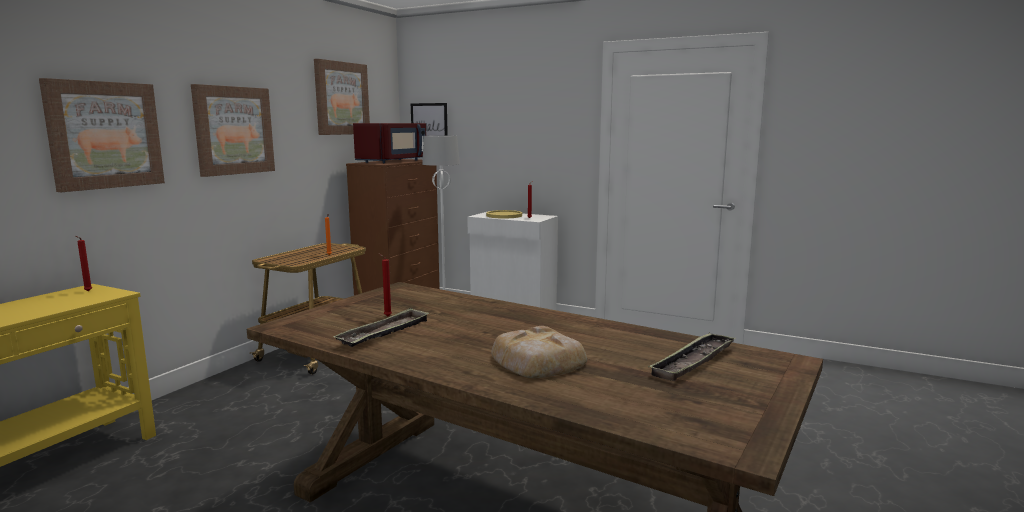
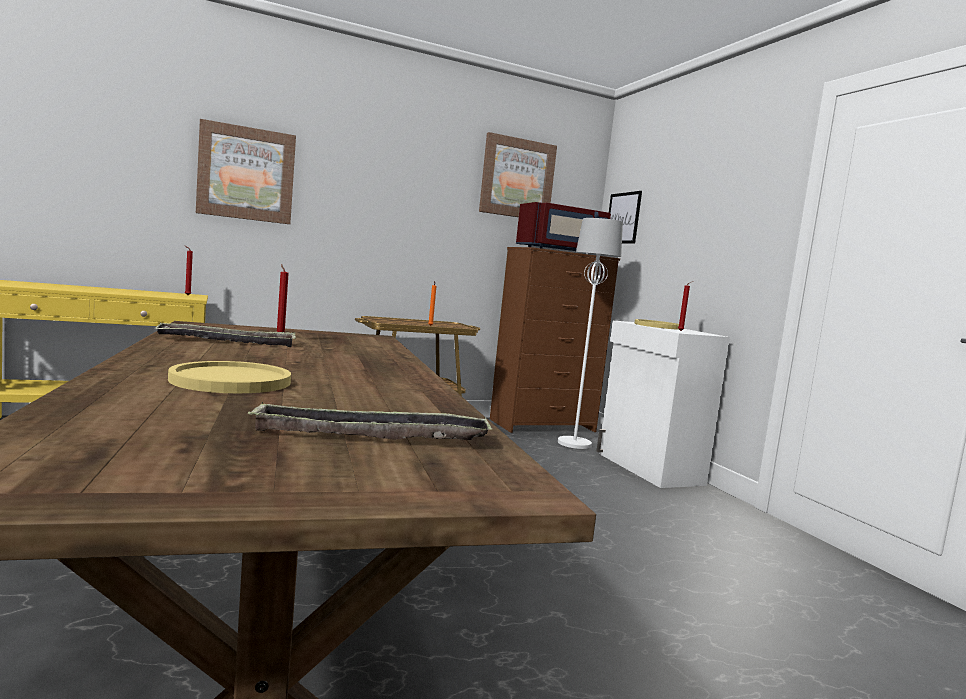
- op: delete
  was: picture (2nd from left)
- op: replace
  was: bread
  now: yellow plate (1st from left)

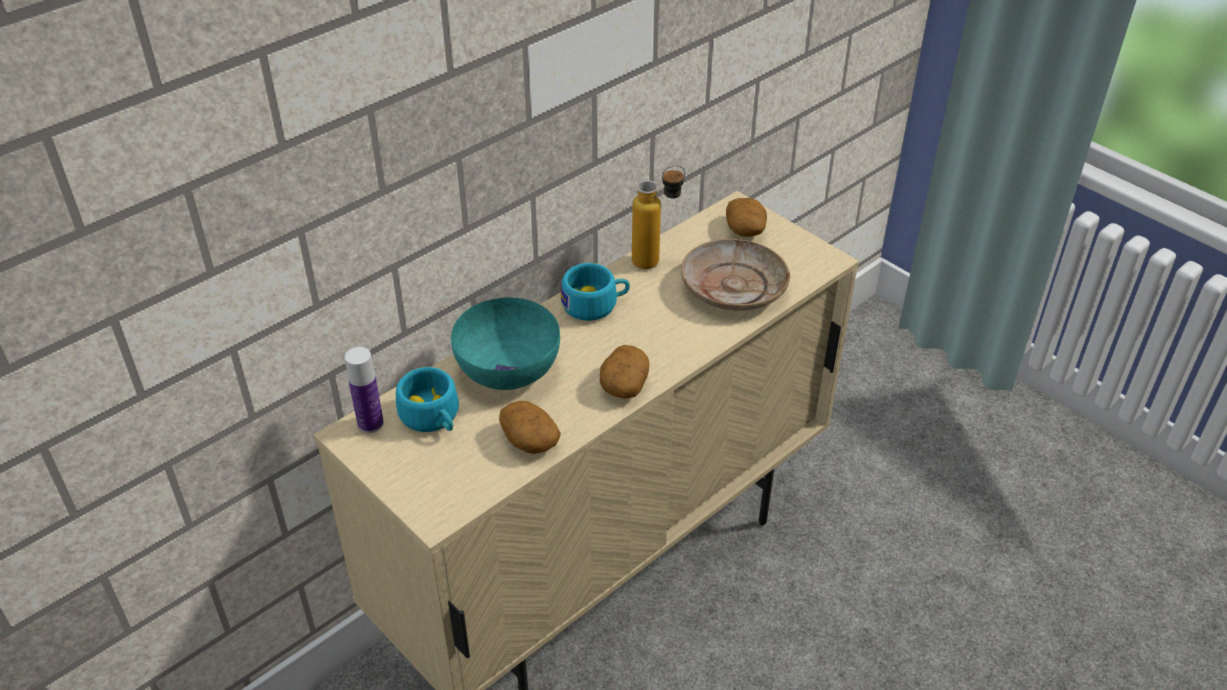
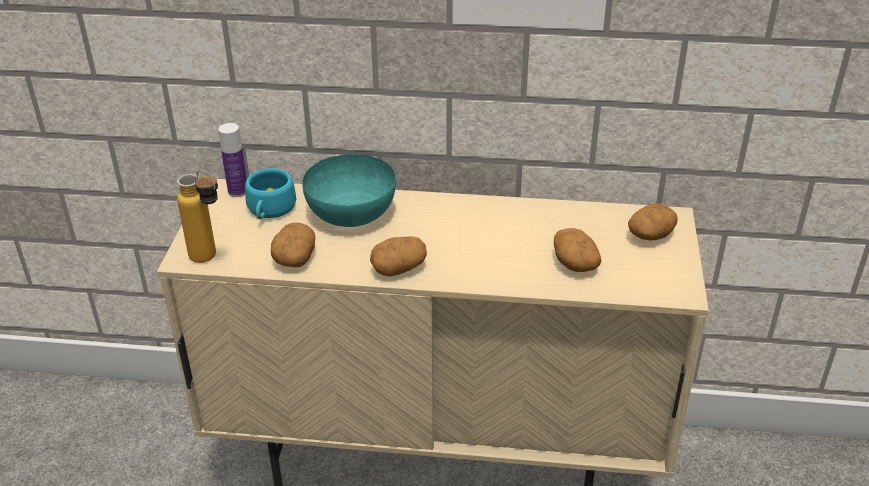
- op: move
  was: bottle (2nd from left in the first image)
  now: bottle (1st from left)
- op: replace
  was: beige plate
  now: potato (3rd from left)
- op: delete
  was: turquoise cup (2nd from left)

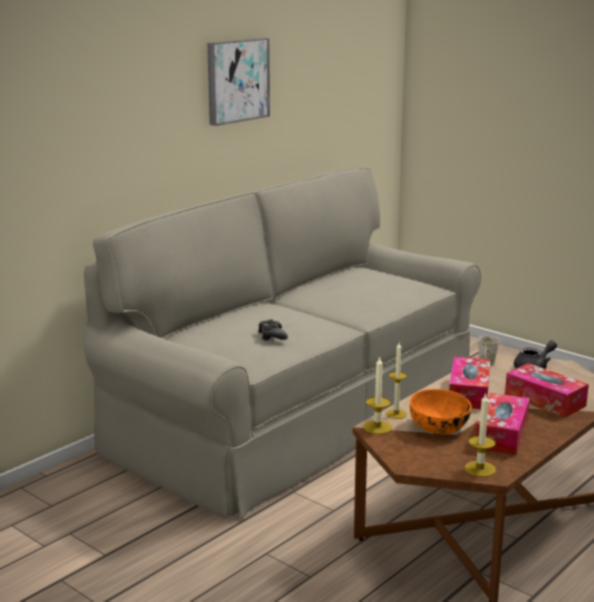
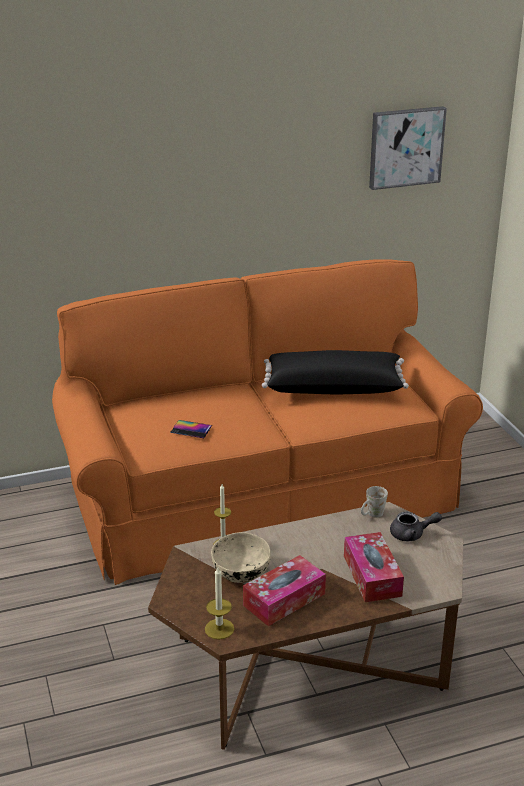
- op: move
  was: picture
- op: recolor
  was: grey sofa
  now: orange sofa
- op: replace
  was: black game controller
  now: phone
- op: delete
  was: candle (1st from left)
- op: delete
  was: tissue box (1st from left)
- op: recolor
  was: orange bowl
  now: beige bowl
- op: insert
  now: black pillow

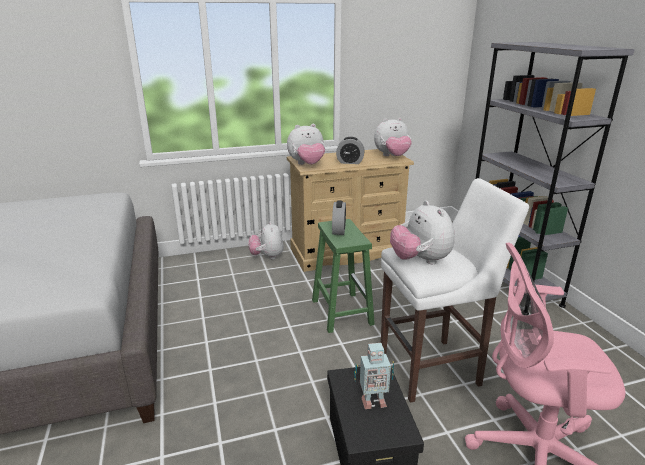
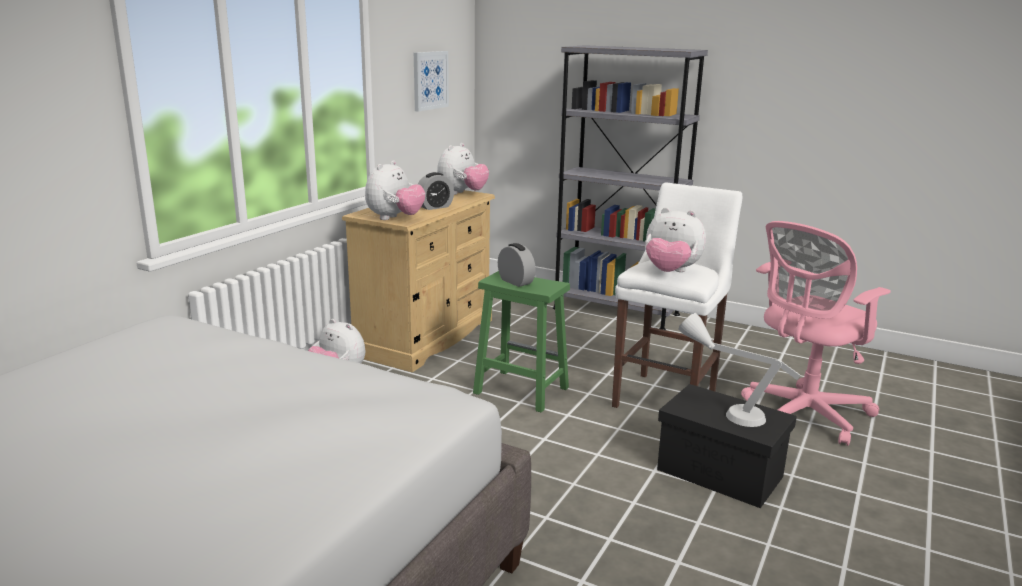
- op: replace
  was: toy robot
  now: grey table lamp
- op: insert
  now: picture

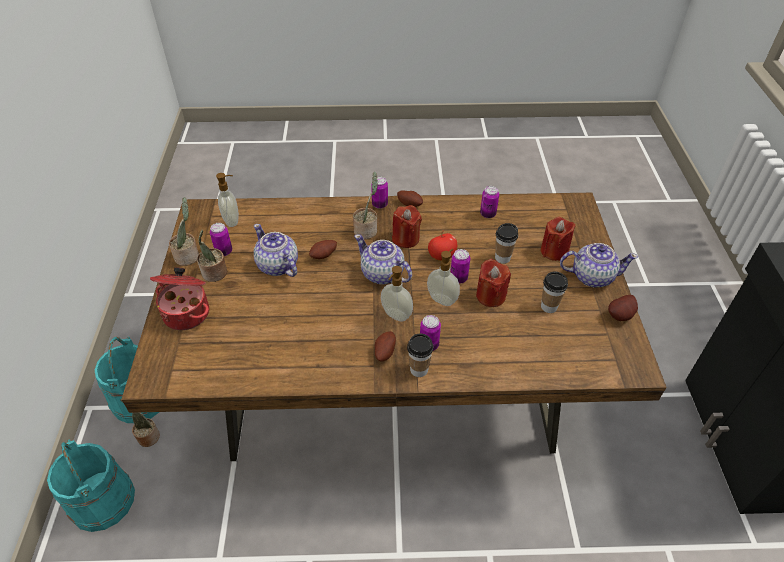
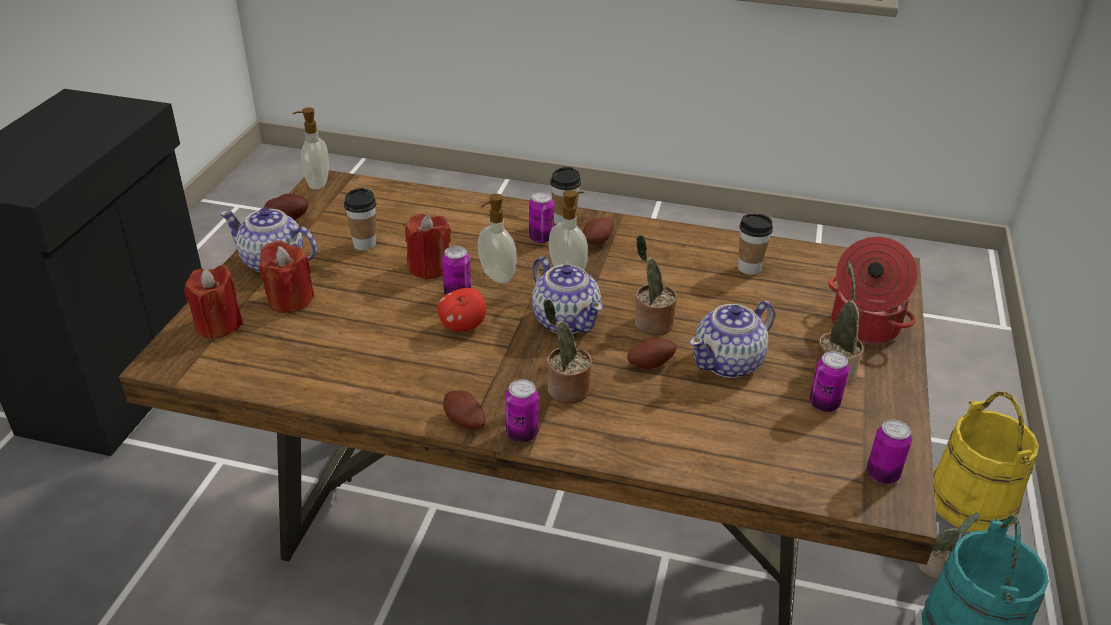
- op: move
  was: soap dispenser (1st from left)
- op: move
  was: can (5th from left)
- op: move
  was: potted plant (2nd from left)
- op: move
  was: red candle (1st from left)
- op: move
  was: cup (2nd from left in the first image)
  now: cup (3rd from left)
- op: rotate
  was: teapot (1st from left in the first image)
  clockwise: 75
- op: recolor
  was: turquoise bucket (1st from left)
  now: yellow bucket

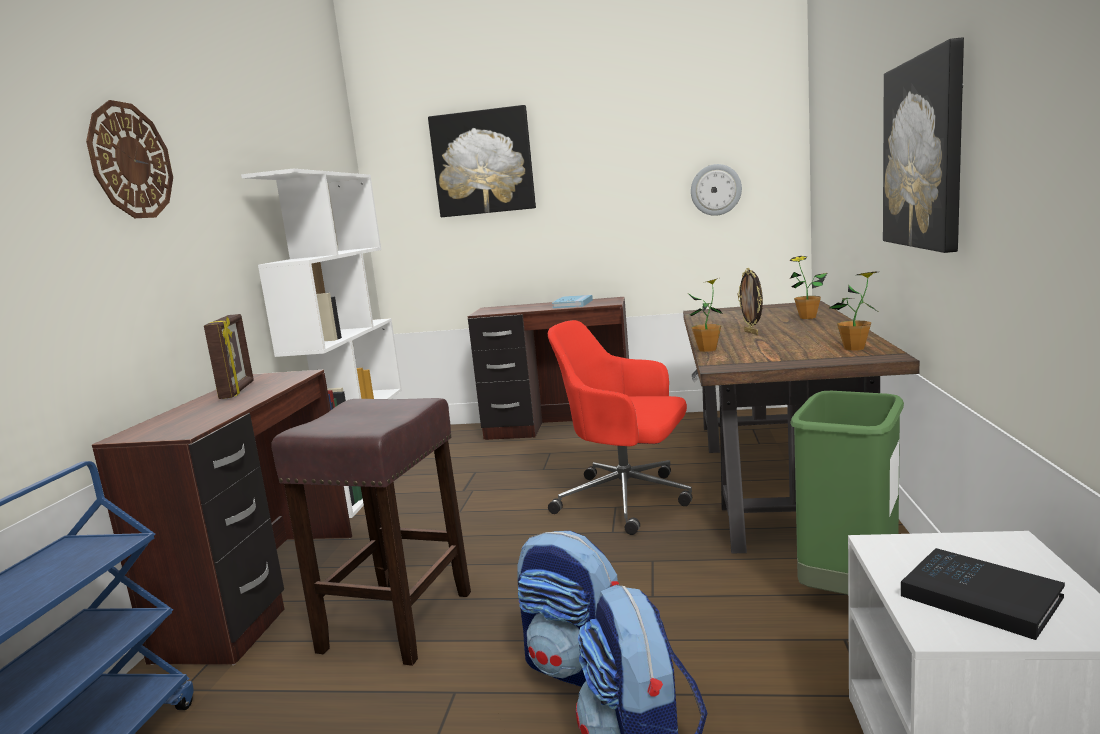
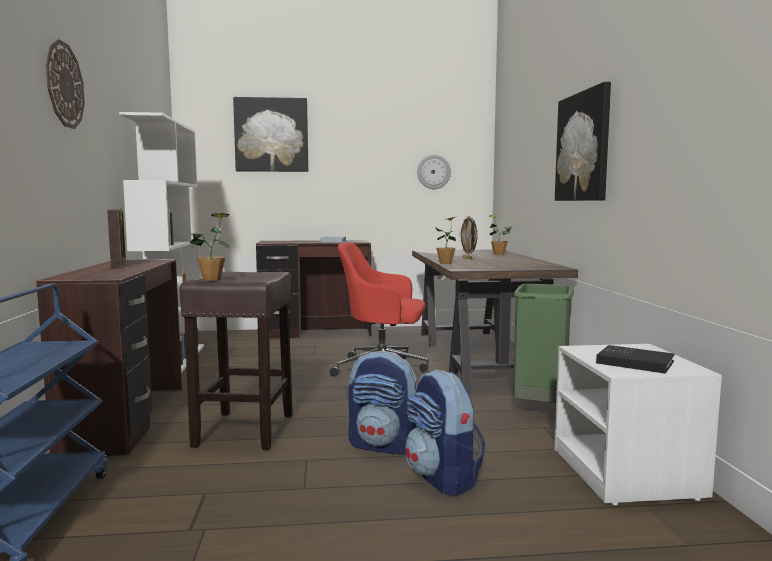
- op: move
  was: potted plant (3rd from left in the first image)
  now: potted plant (1st from left)

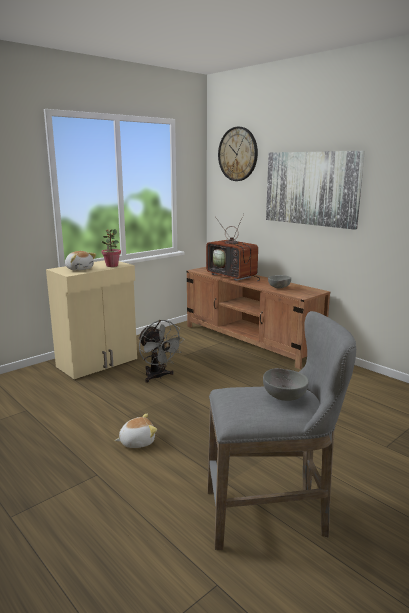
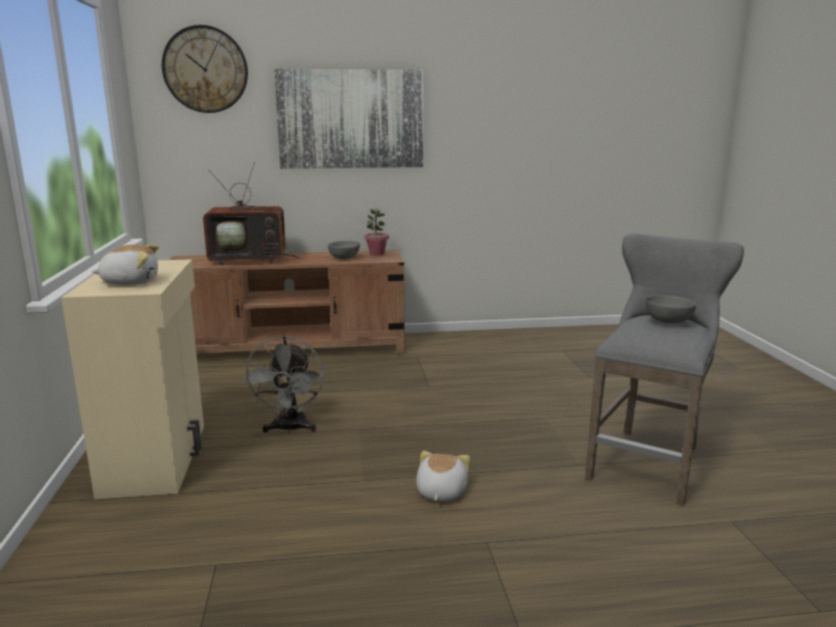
- op: move
  was: potted plant
- op: rotate
  was: grey fan
  clockwise: 90

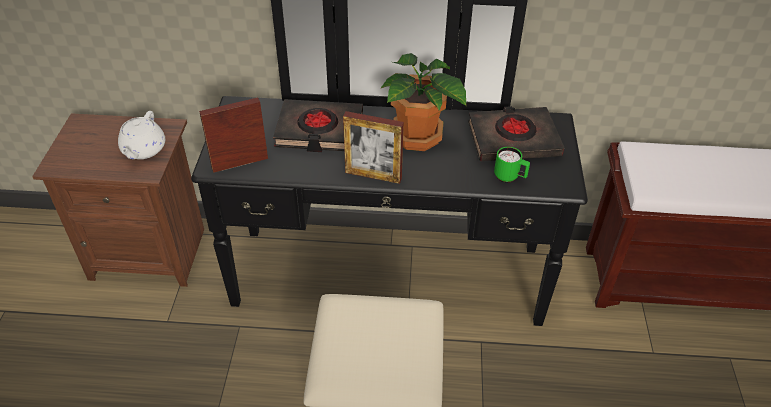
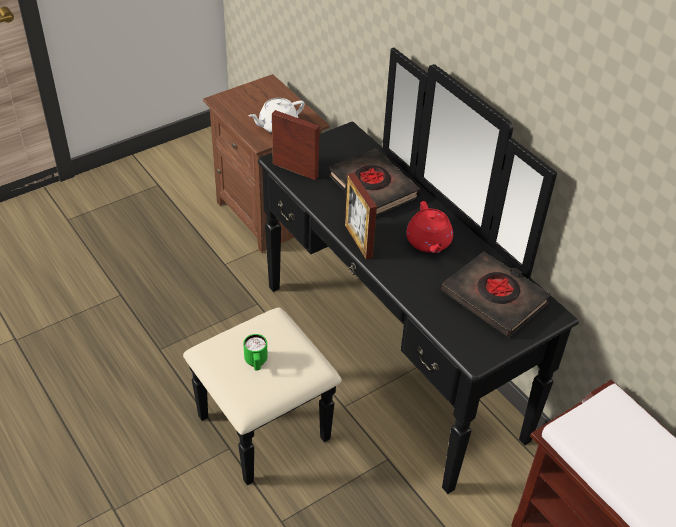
- op: replace
  was: potted plant
  now: red teapot
- op: move
  was: green mug

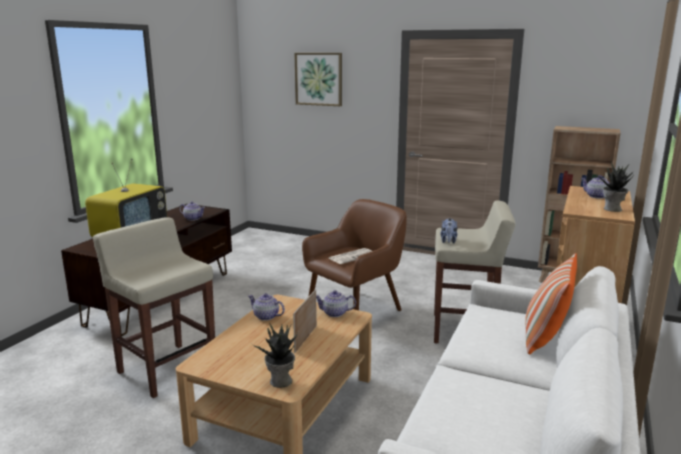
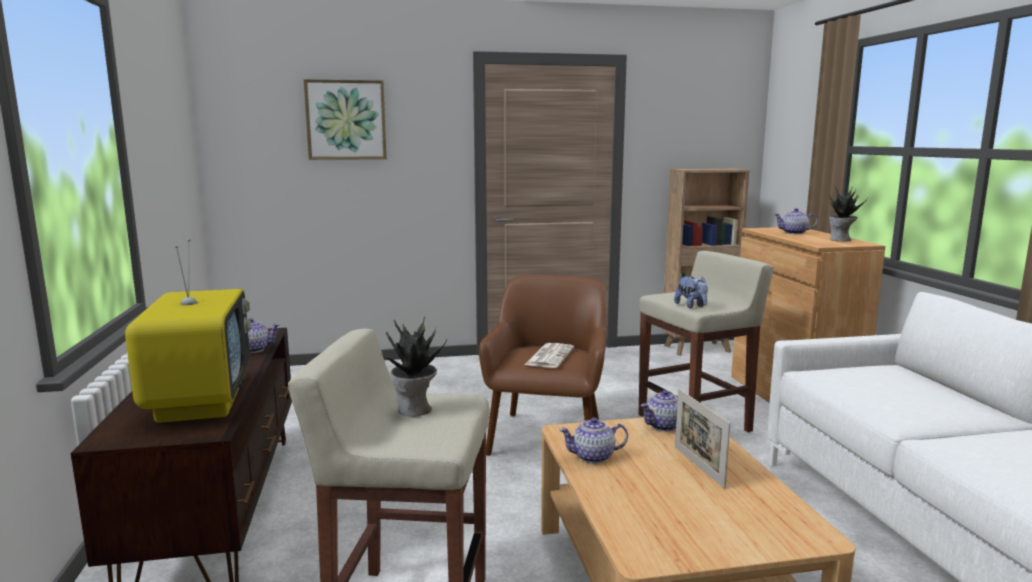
- op: delete
  was: pillow
- op: move
  was: potted plant (1st from left)

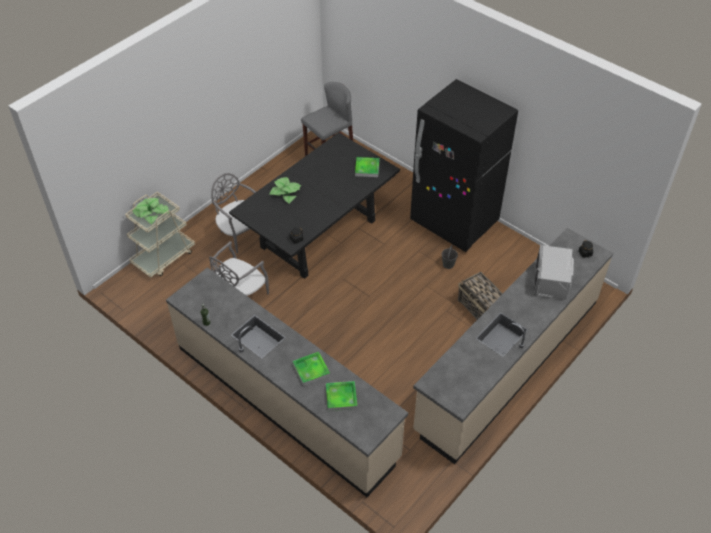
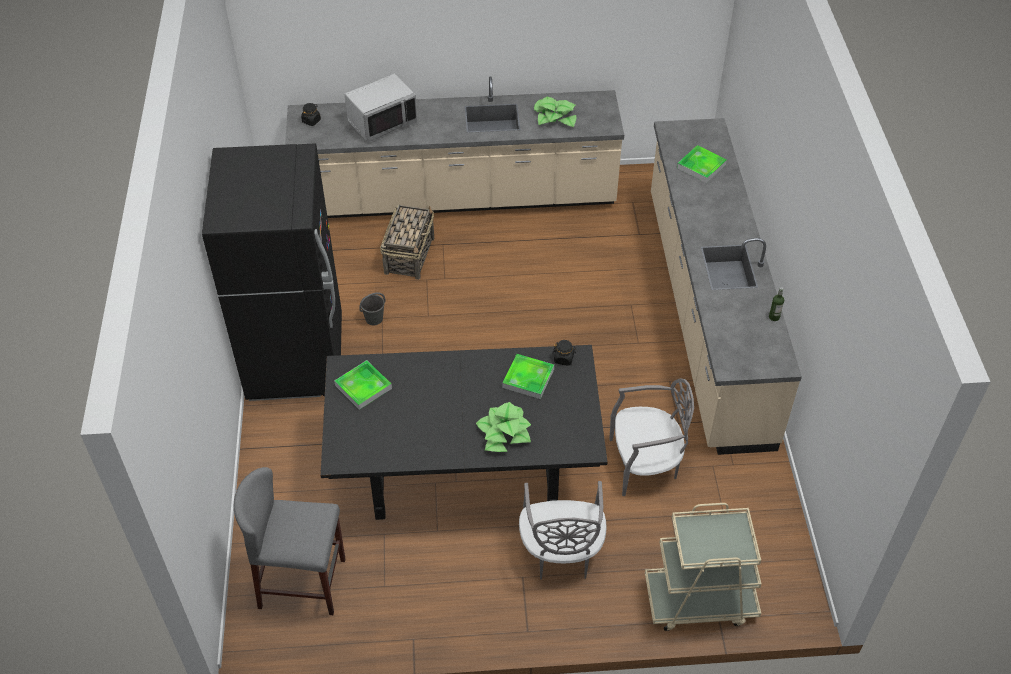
- op: move
  was: potted plant (1st from left in the first image)
  now: potted plant (2nd from left)
- op: move
  was: tray (1st from left in the first image)
  now: tray (2nd from left)

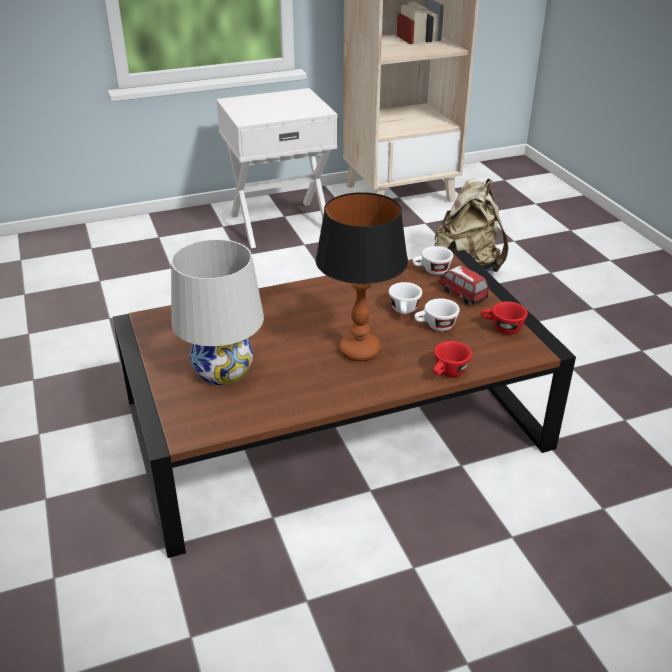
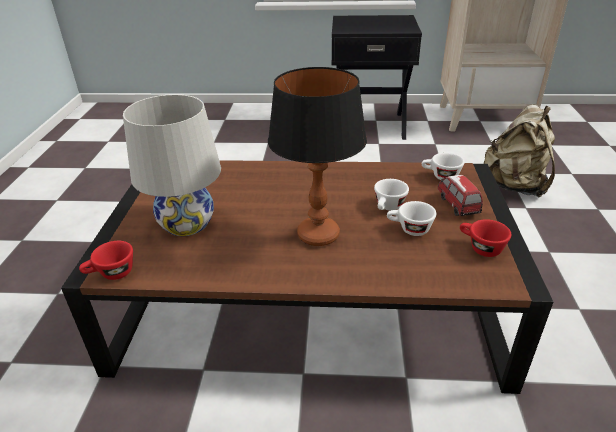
- op: recolor
  was: white nightstand
  now: black nightstand
- op: move
  was: red cup (1st from left)

